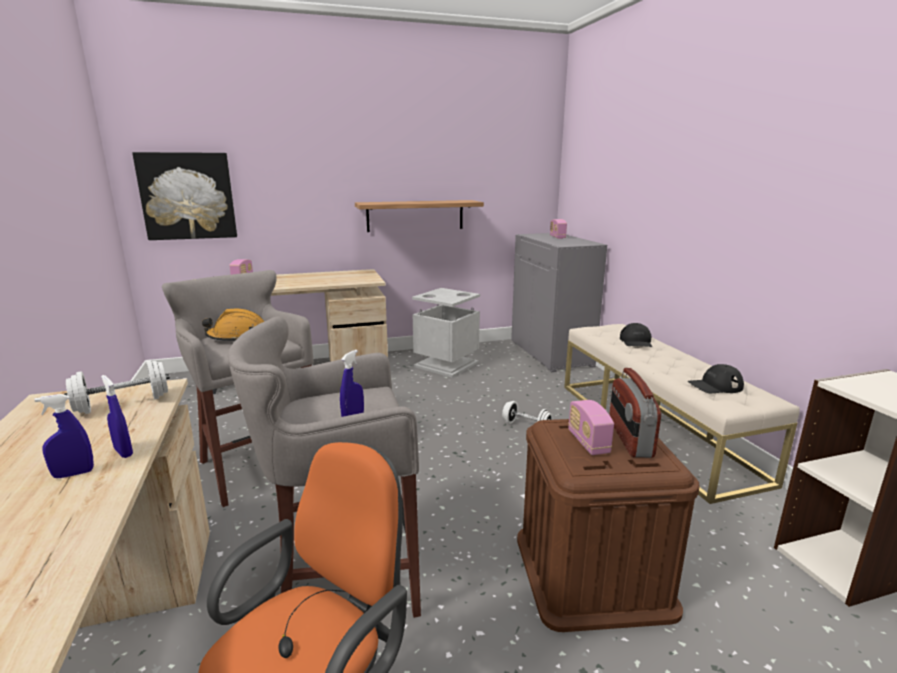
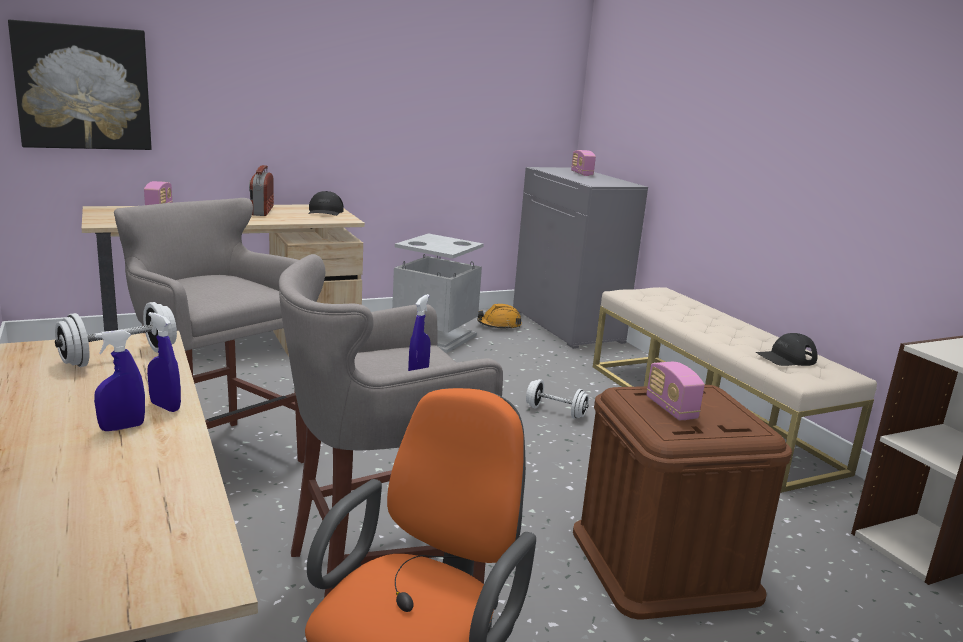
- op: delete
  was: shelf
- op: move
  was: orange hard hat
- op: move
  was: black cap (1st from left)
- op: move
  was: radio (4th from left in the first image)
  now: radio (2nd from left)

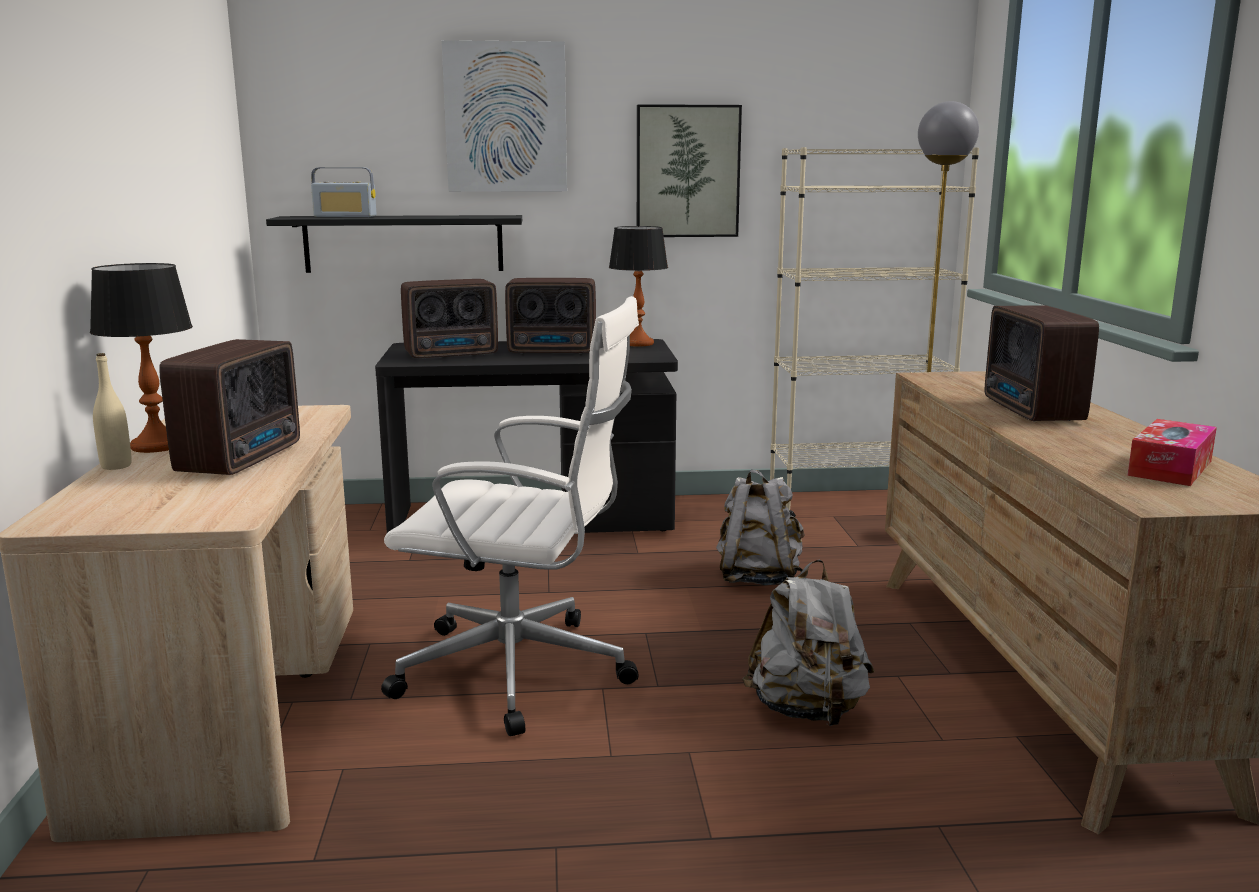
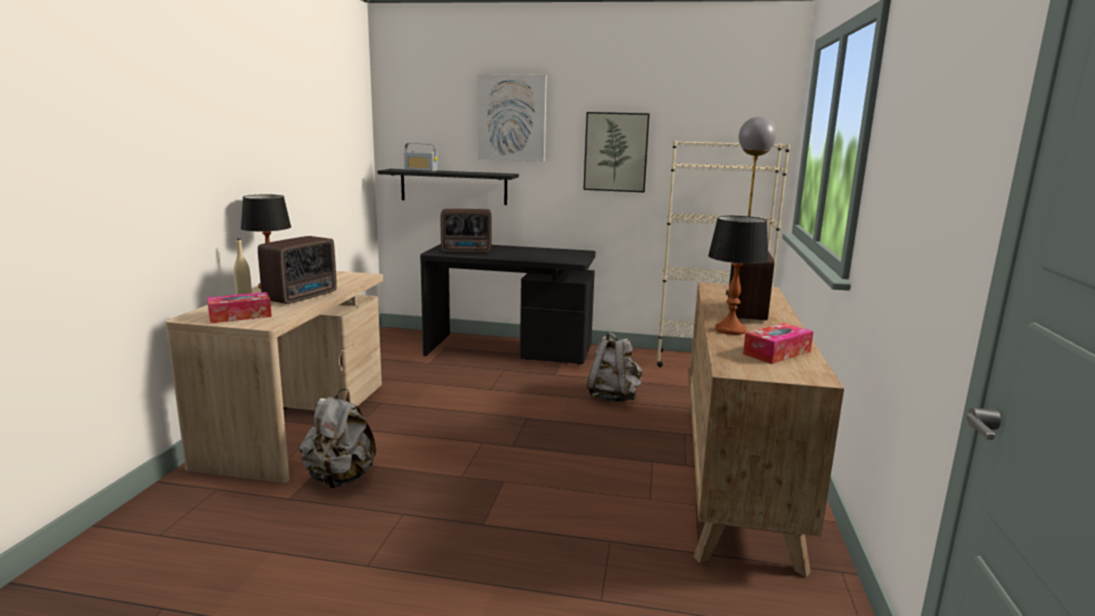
- op: move
  was: table lamp (2nd from left)
- op: delete
  was: radio (4th from left)
- op: delete
  was: white office chair
- op: move
  was: grey backpack (2nd from left in the first image)
  now: grey backpack (1st from left)
- op: insert
  now: tissue box (1st from left)

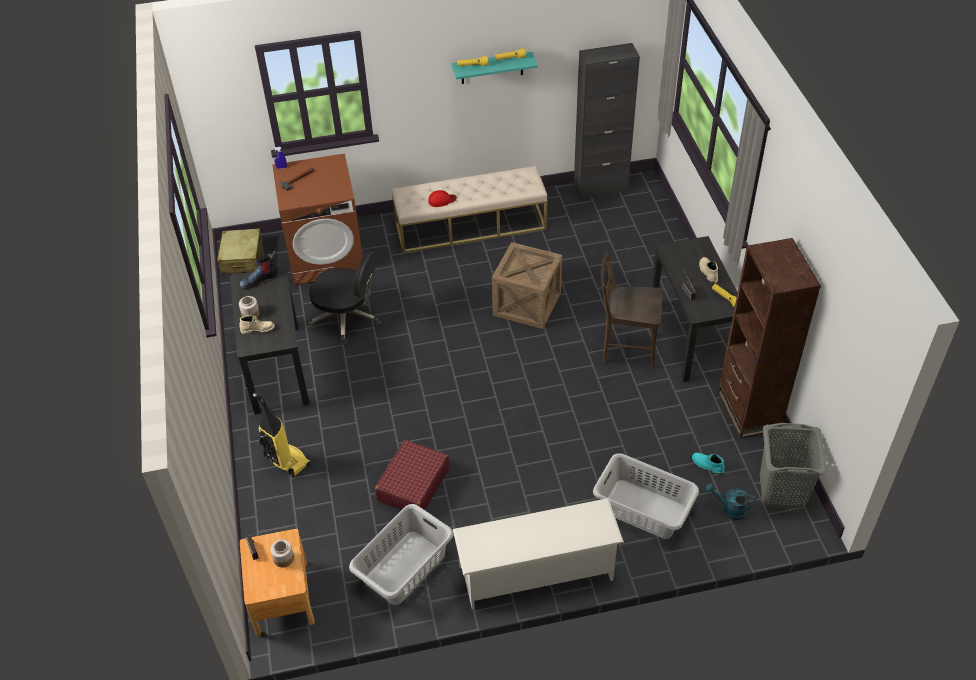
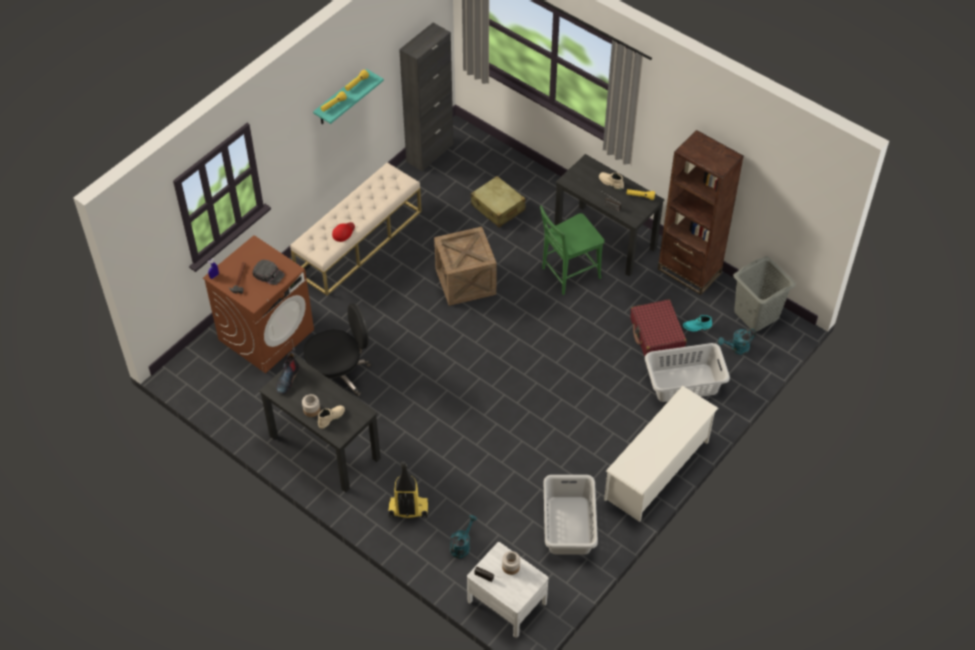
- op: move
  was: beige suitcase
- op: recolor
  was: brown chair
  now: green chair
- op: move
  was: red suitcase
- op: recolor
  was: brown nightstand
  now: white nightstand
- op: insert
  now: black cap
- op: insert
  now: turquoise watering can (1st from left)

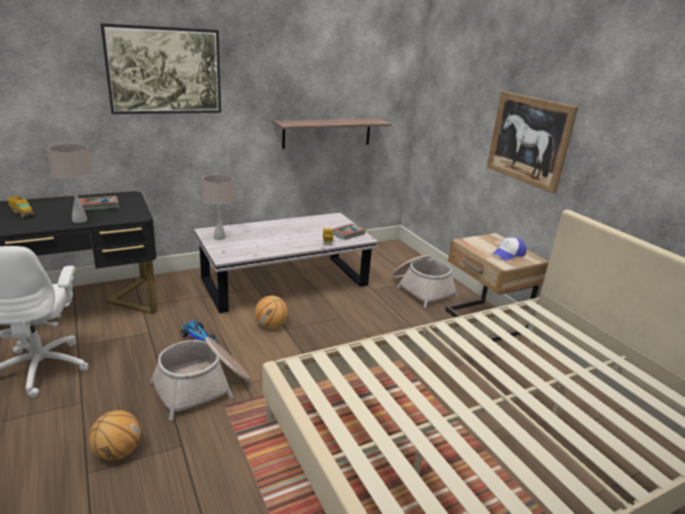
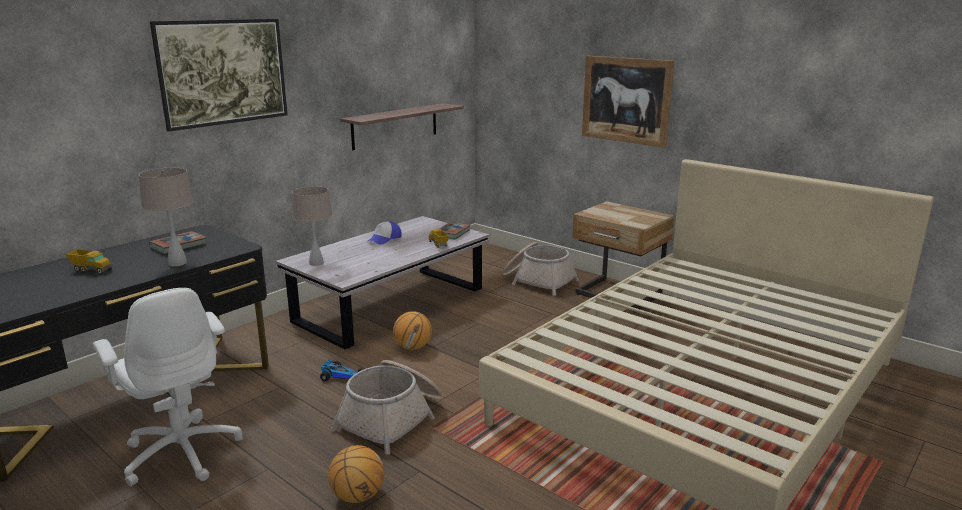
- op: move
  was: cap

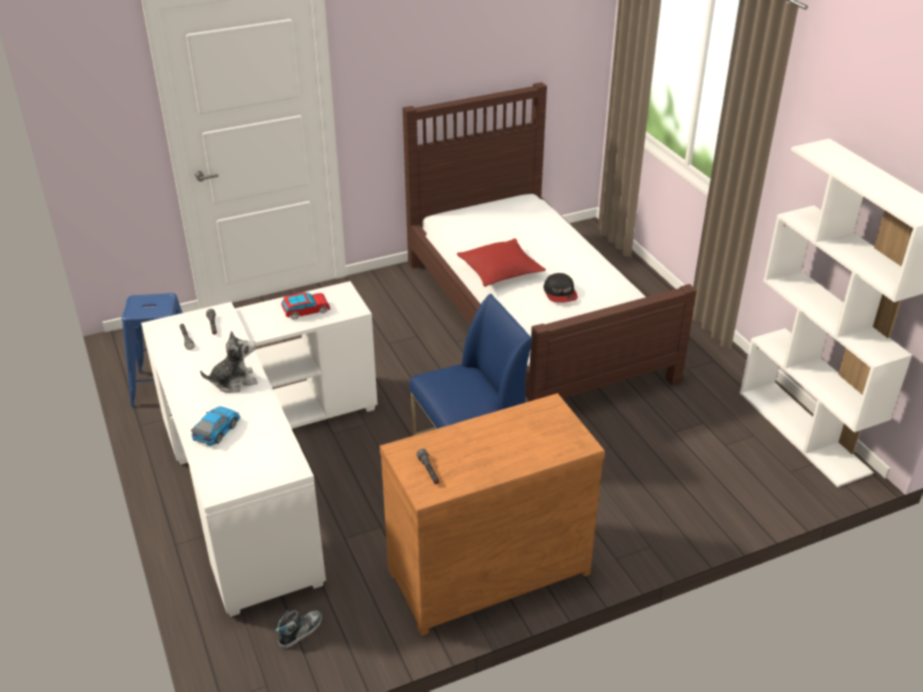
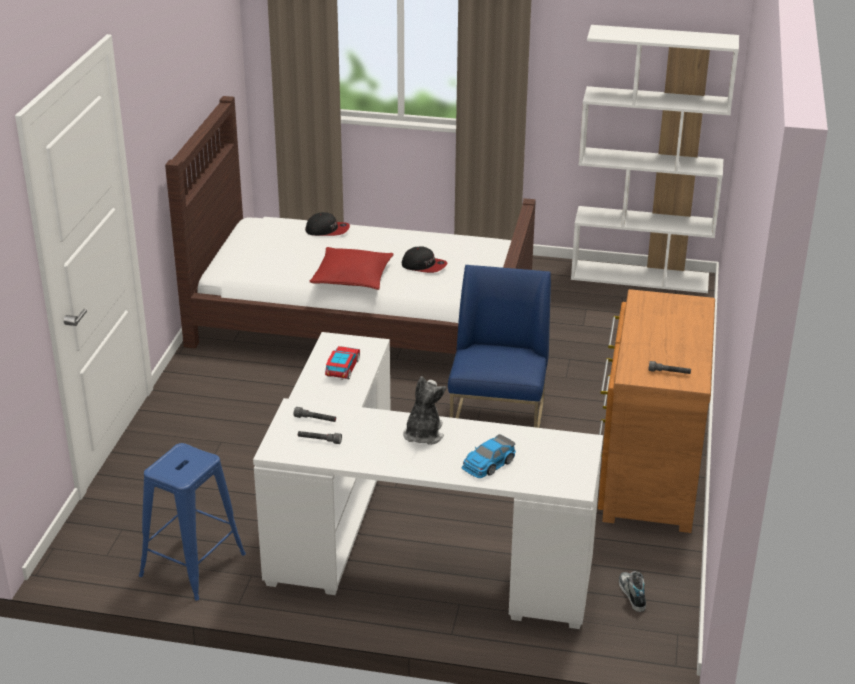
- op: rotate
  was: toy car (1st from left in the first image)
  clockwise: -105
- op: insert
  now: cap (1st from left)

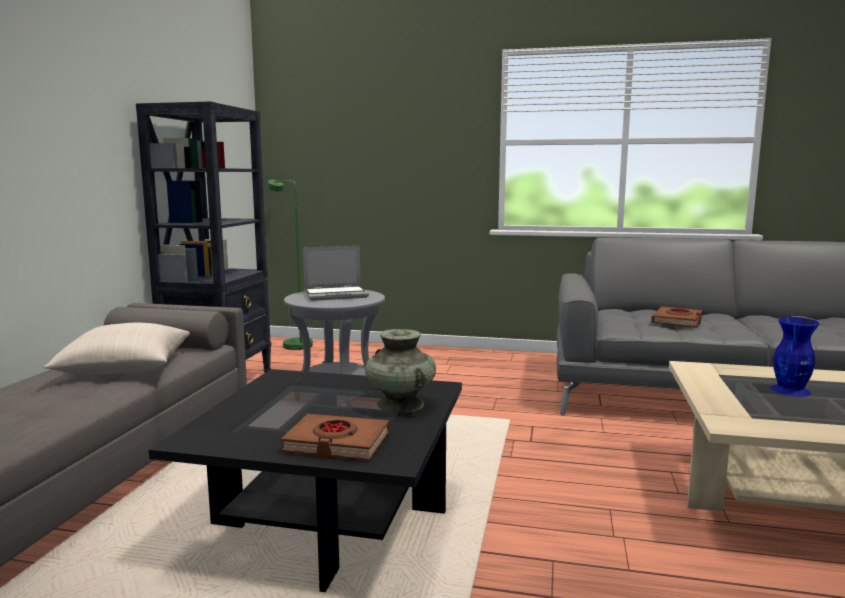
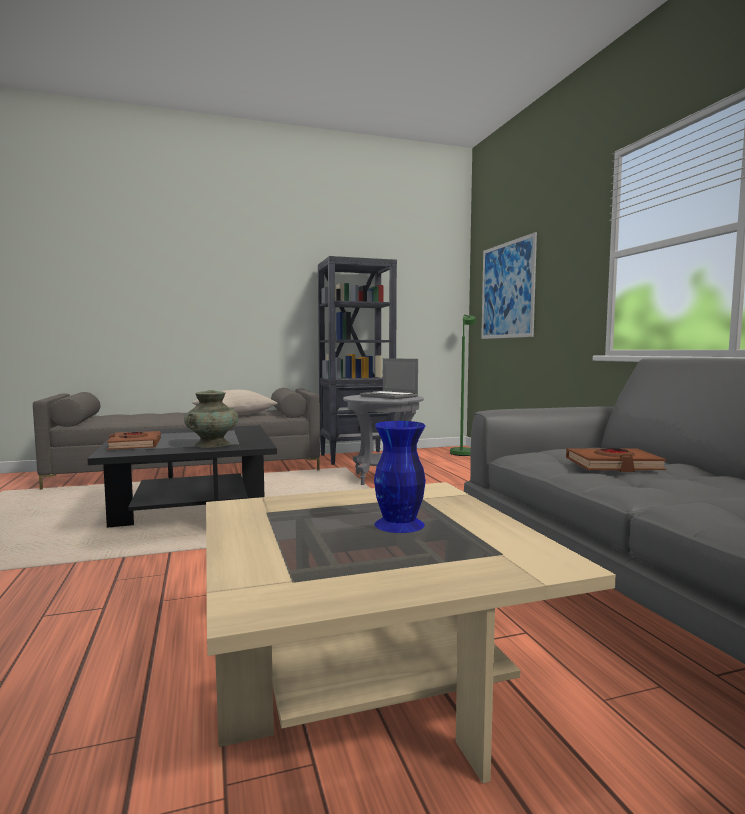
- op: insert
  now: picture

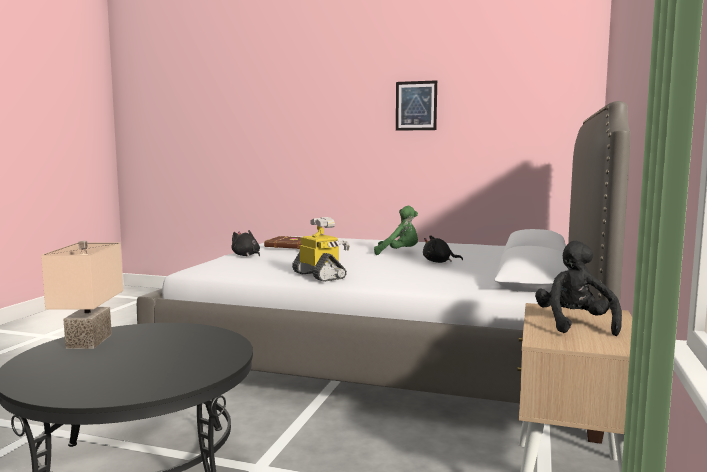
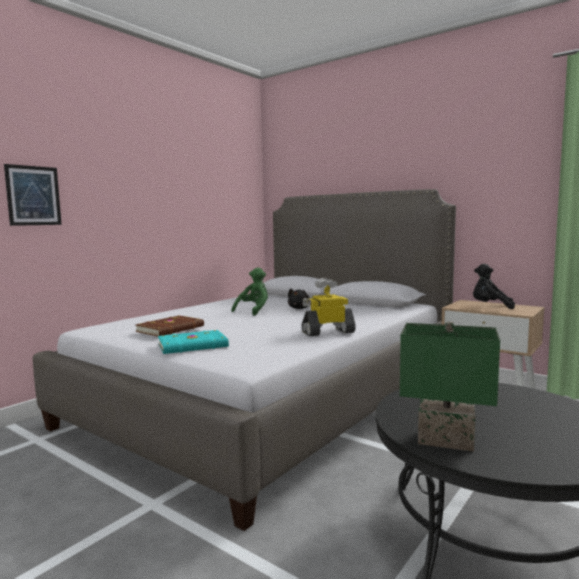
- op: move
  was: picture
- op: replace
  was: black plush toy (1st from left)
  now: turquoise book
- op: recolor
  was: beige table lamp
  now: green table lamp

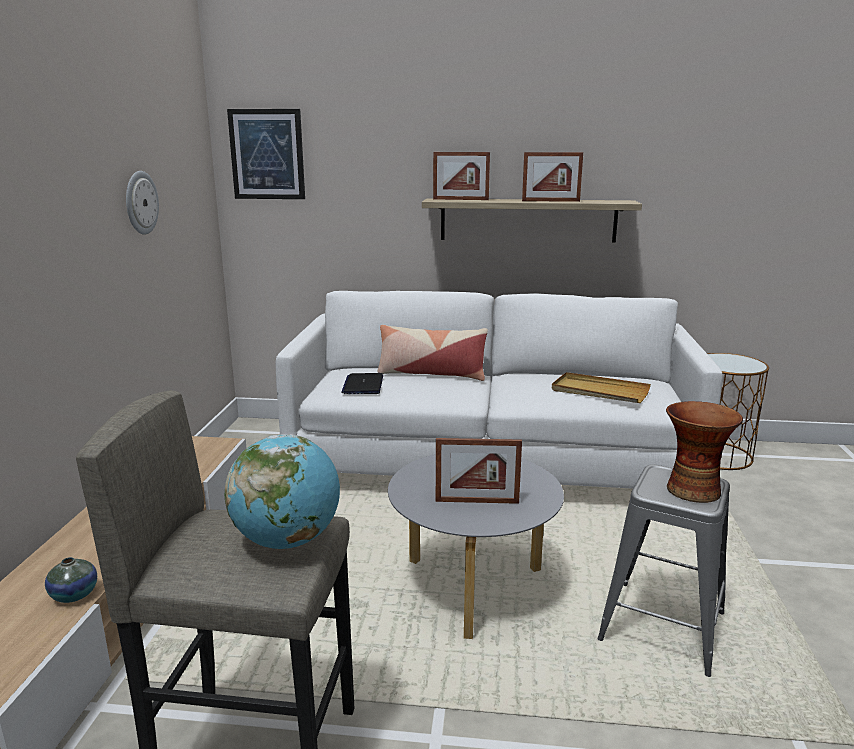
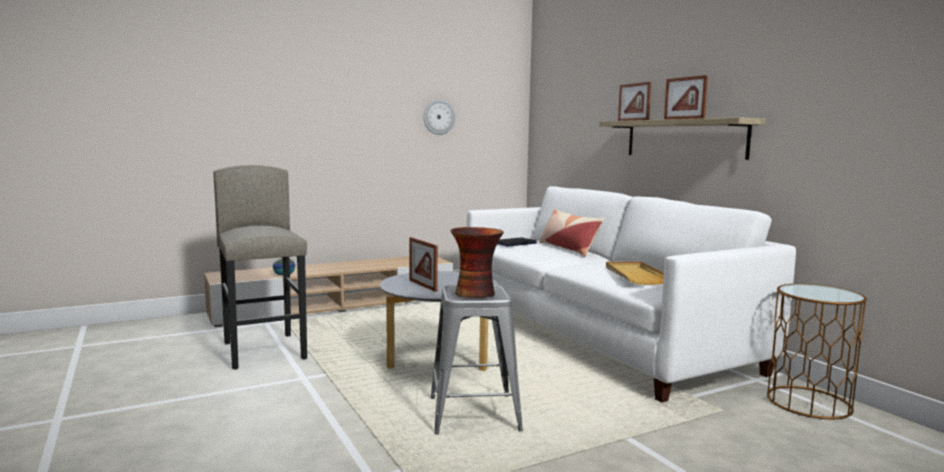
- op: delete
  was: picture
- op: delete
  was: globe

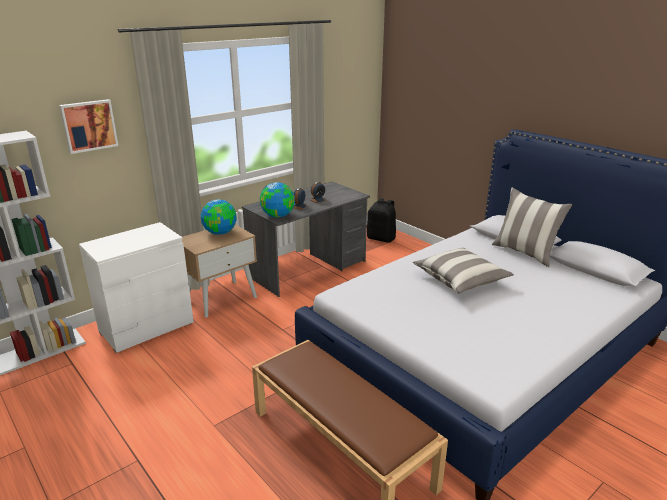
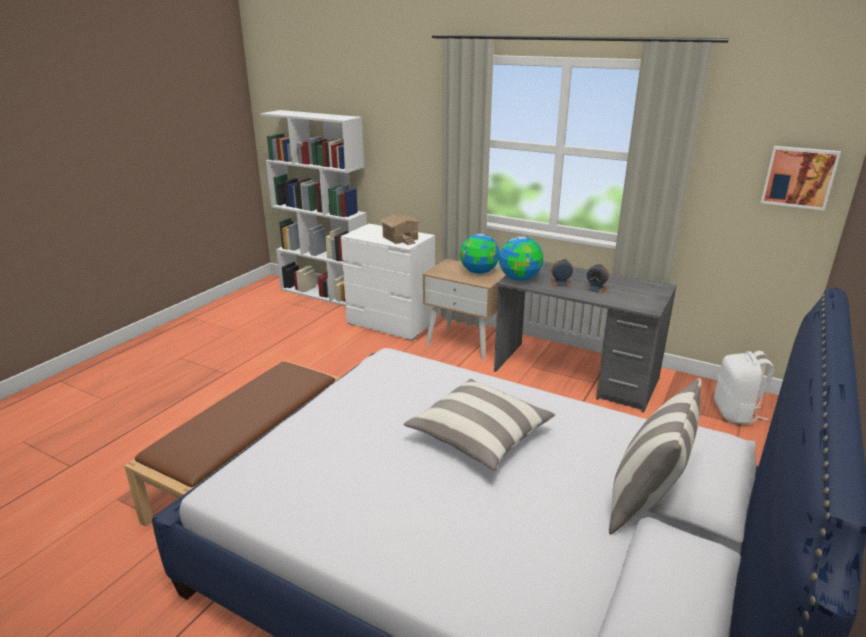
- op: move
  was: picture
- op: recolor
  was: black backpack
  now: white backpack
- op: insert
  now: toy house

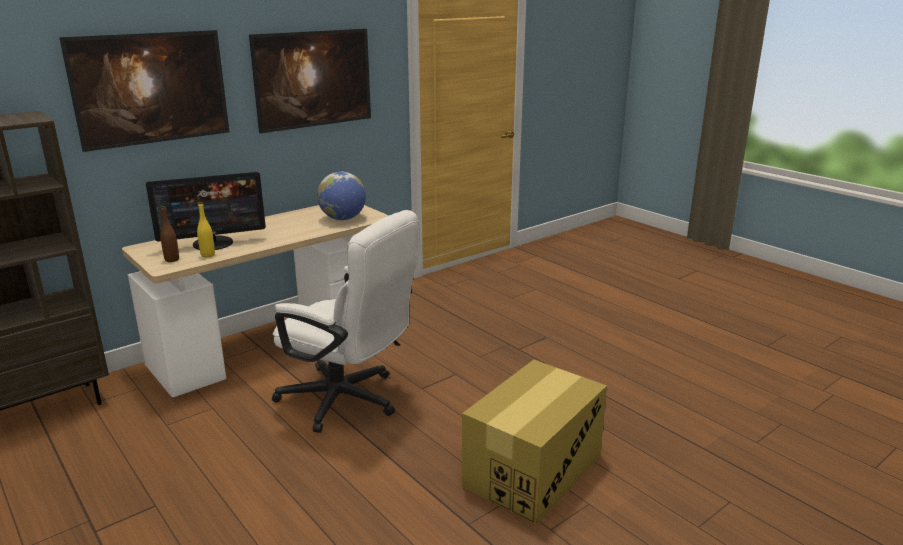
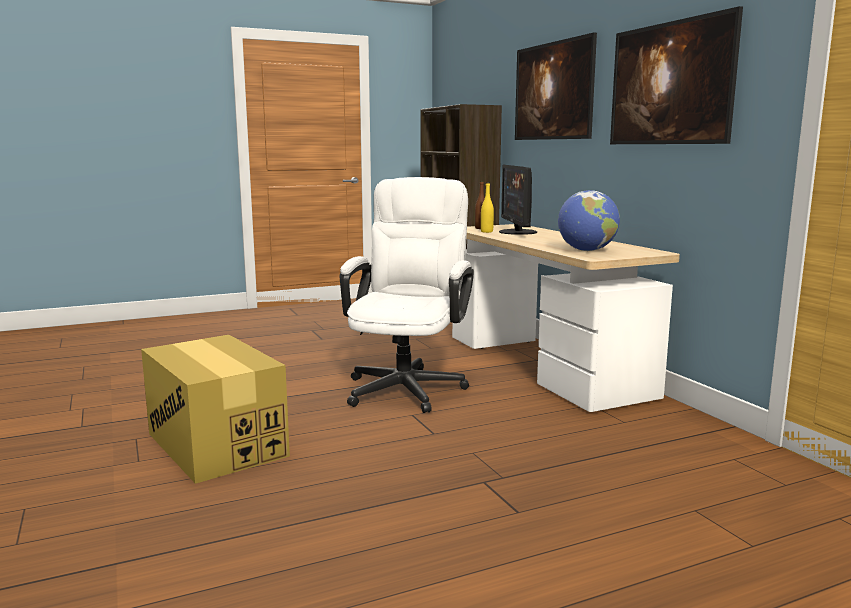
- op: rotate
  was: white office chair
  clockwise: 150

